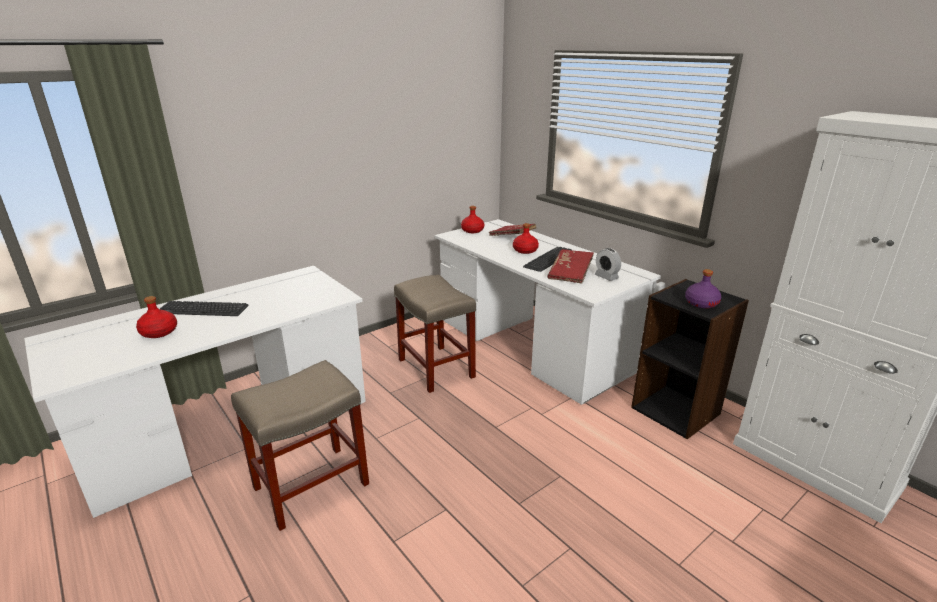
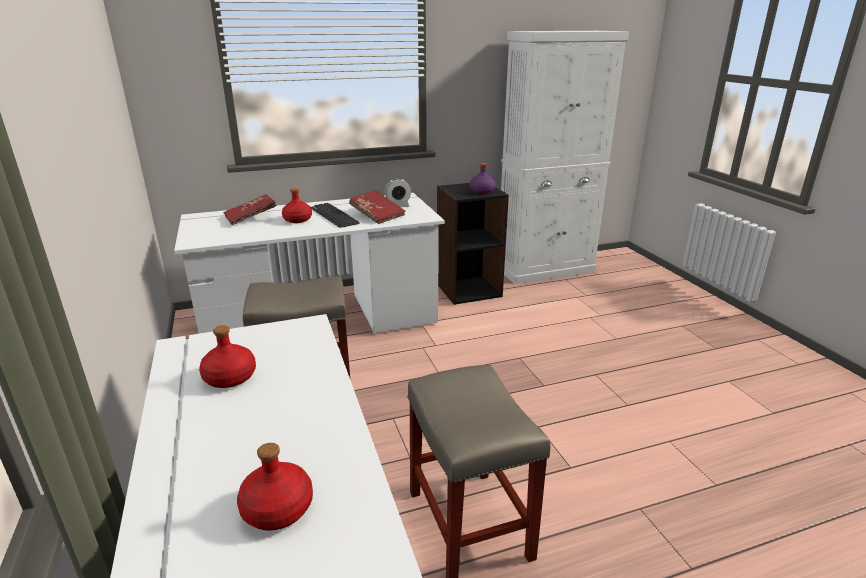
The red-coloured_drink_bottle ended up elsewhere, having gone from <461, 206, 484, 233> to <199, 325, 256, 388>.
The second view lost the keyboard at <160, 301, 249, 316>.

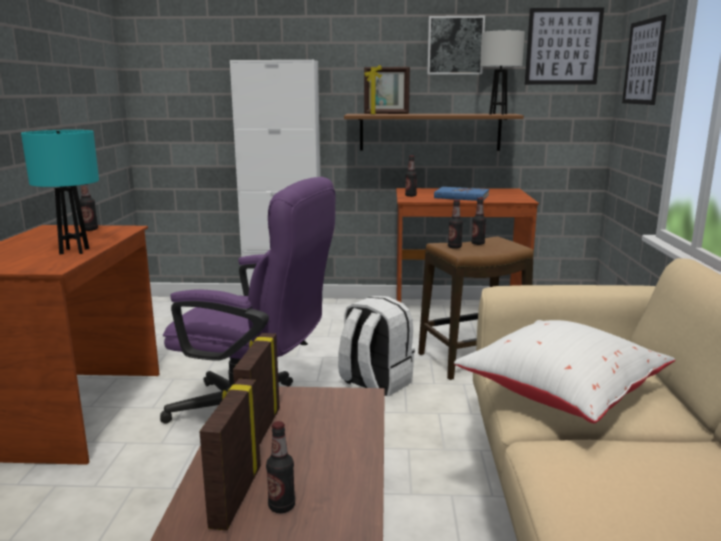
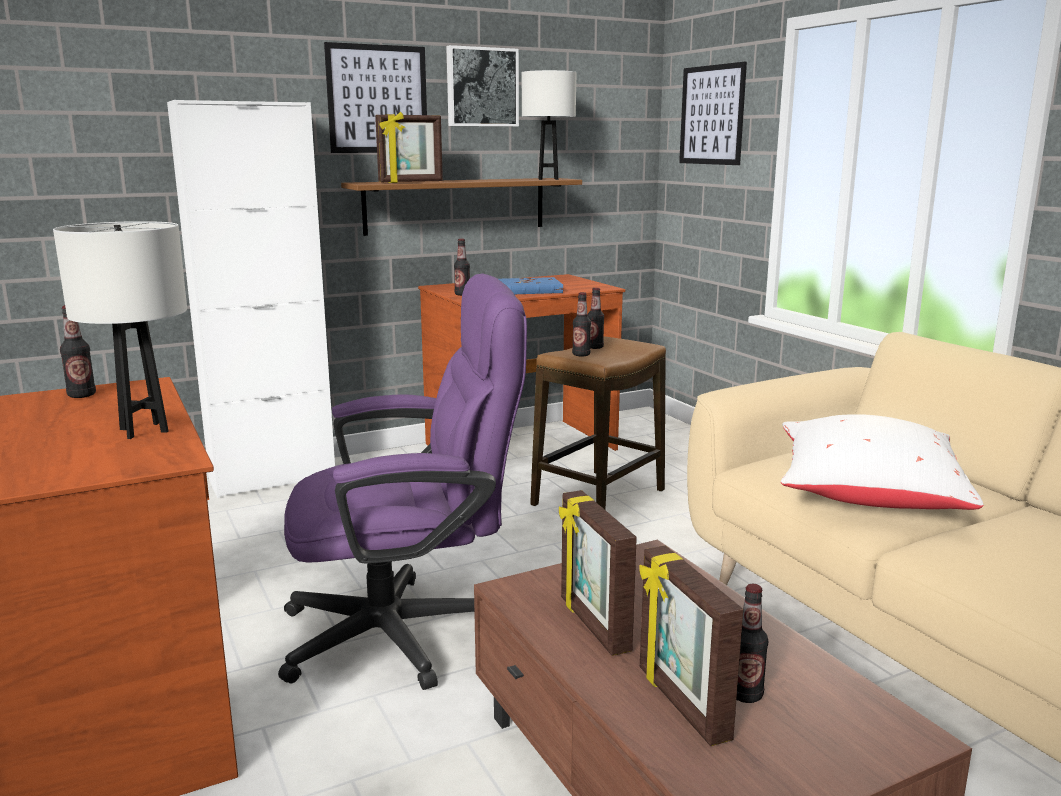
What was the turquoise_table_lamp at <21, 130, 99, 255> turned into the white-coloured_table_lamp at <53, 221, 187, 439>.
The wall_art ended up elsewhere, having gone from <525, 8, 604, 85> to <324, 42, 427, 153>.
The second view lost the white-coloured_knapsack at <338, 296, 415, 397>.

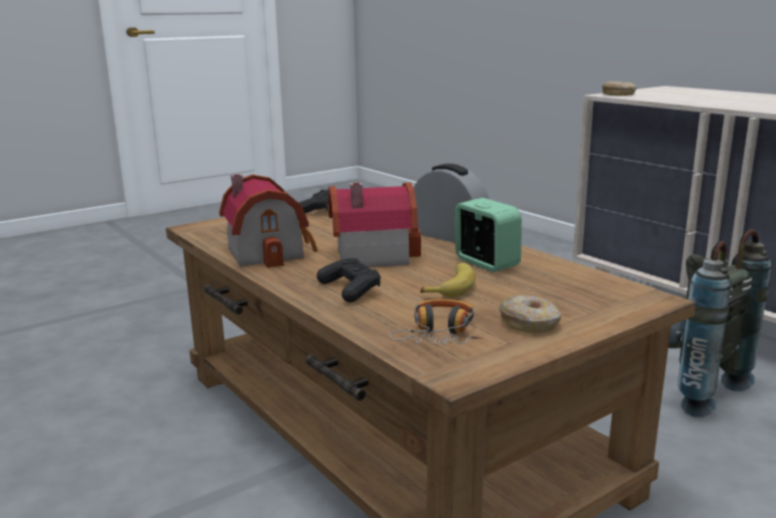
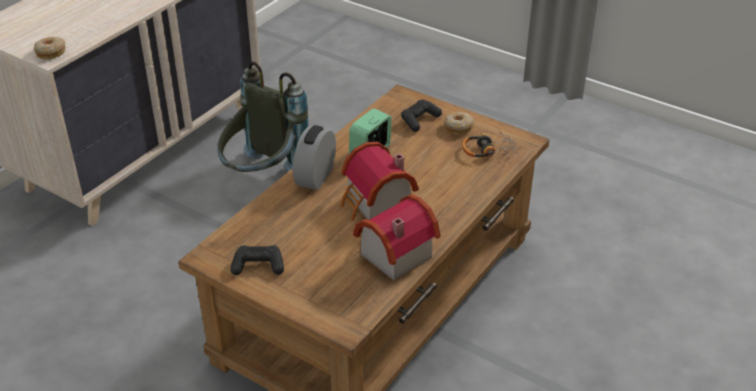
The black_game_controller ended up elsewhere, having gone from <317, 258, 381, 303> to <401, 99, 442, 132>.
The second view lost the whole_banana at <420, 263, 475, 297>.

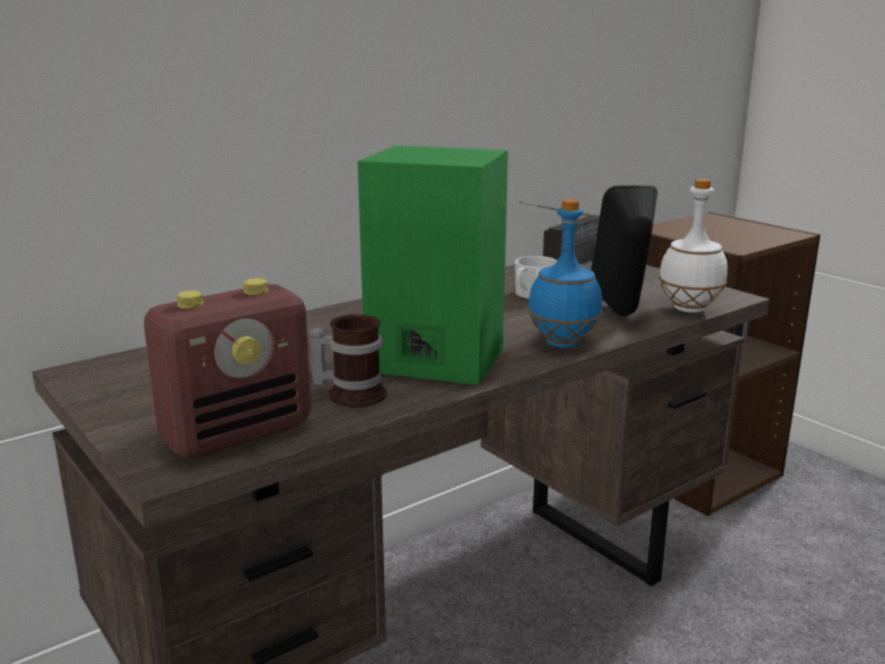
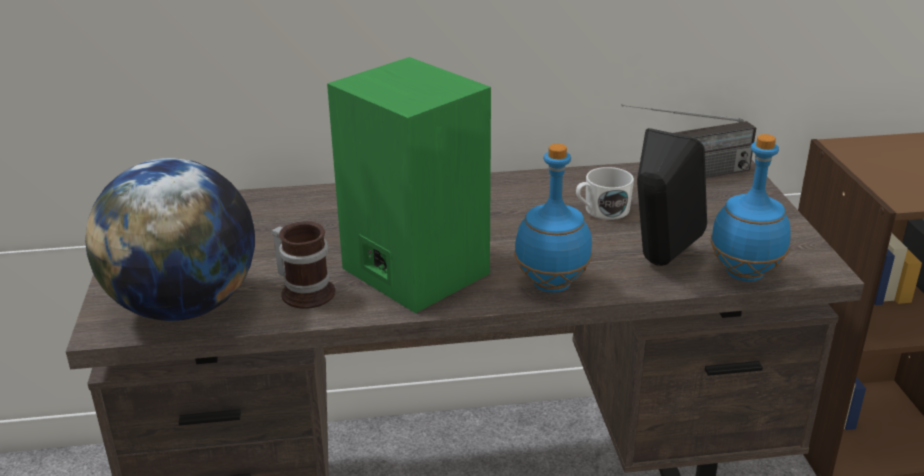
Where the radio stood at <144, 278, 311, 458>, the desk_globe came to stand at <85, 158, 255, 321>.
What was the white-coloured_drink_bottle at <659, 179, 728, 313> turned into the blue_drink_bottle at <710, 134, 791, 282>.

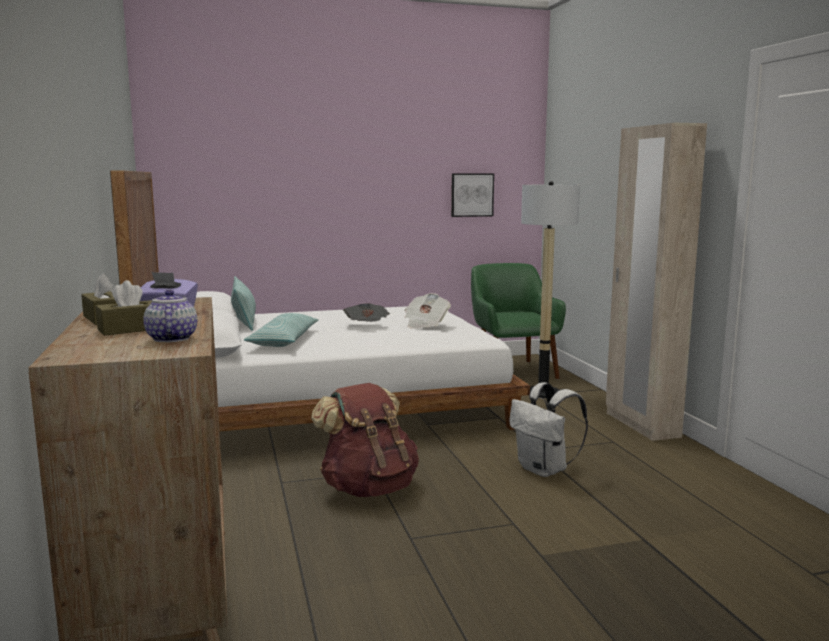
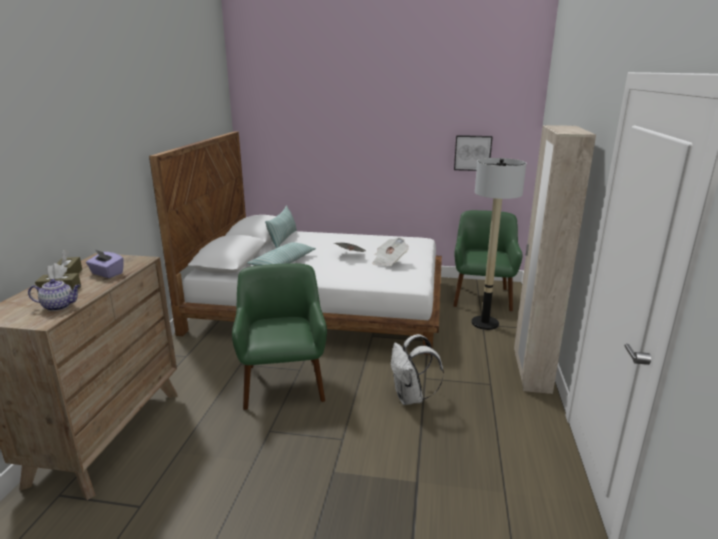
The tea_pot at <143, 290, 197, 342> ended up facing another way, 75 degrees clockwise from before.
Where the brown-coloured_knapsack stood at <311, 383, 419, 497>, the green-coloured_easy_chair came to stand at <232, 263, 327, 410>.

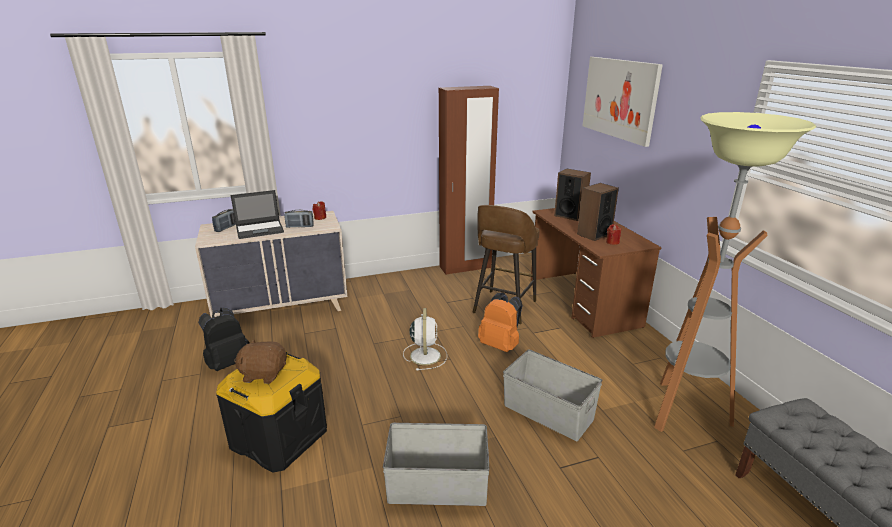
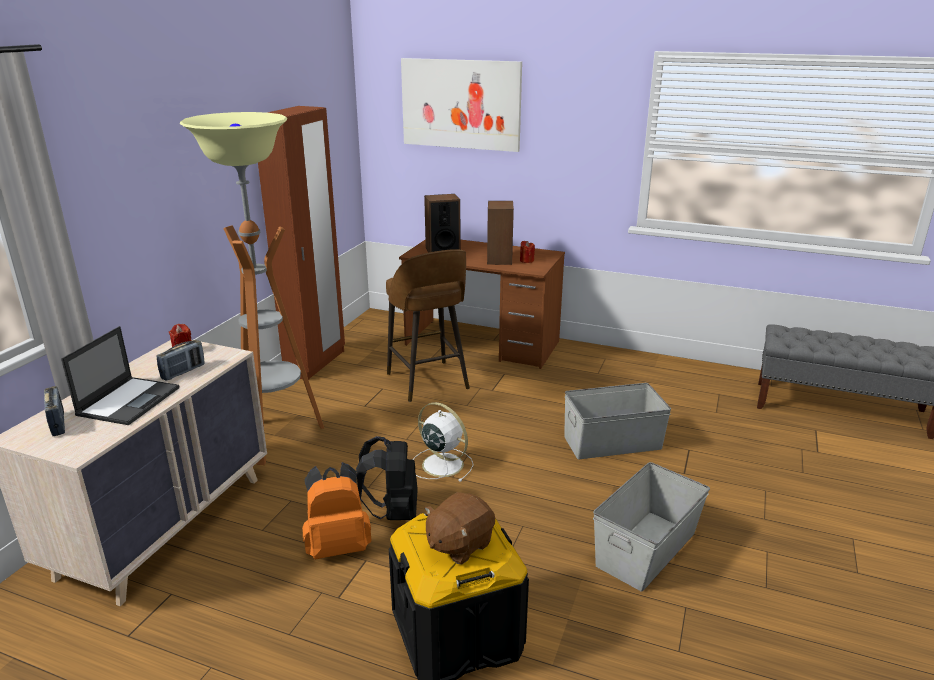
The standard_lamp ended up elsewhere, having gone from <654, 112, 816, 432> to <180, 112, 324, 465>.
The orangey_knapsack ended up elsewhere, having gone from <478, 292, 522, 352> to <302, 462, 371, 559>.
The black_knapsack ended up elsewhere, having gone from <198, 307, 249, 371> to <356, 436, 418, 520>.

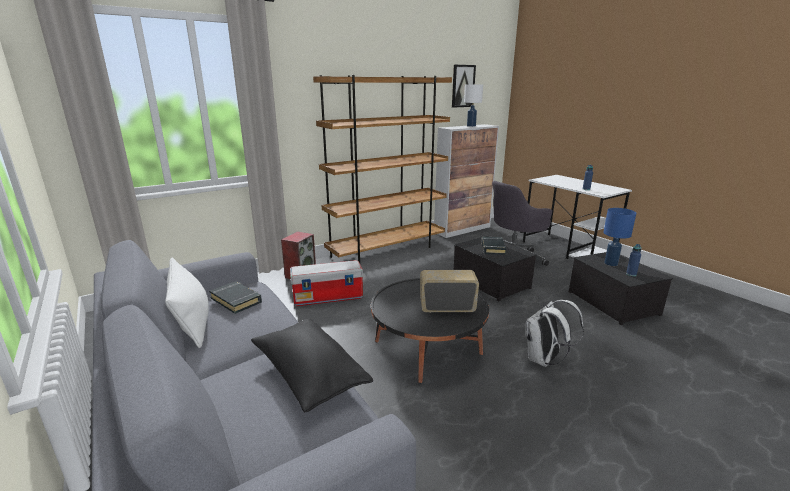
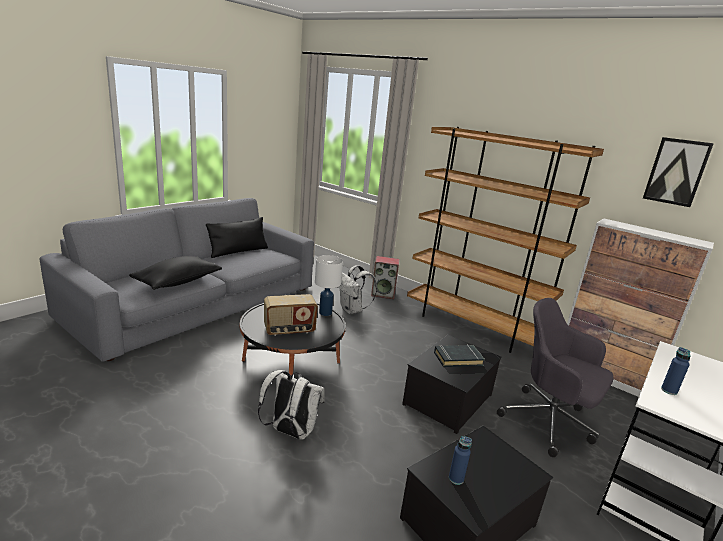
What was the white-coloured_pillow at <165, 258, 209, 348> turned into the black_pillow at <206, 217, 268, 258>.
The radio at <420, 270, 479, 313> ended up facing another way, 90 degrees clockwise from before.
The white-coloured_table_lamp ended up elsewhere, having gone from <464, 84, 483, 127> to <315, 255, 343, 316>.
Where the storage_container stood at <290, 260, 363, 306>, the white-coloured_knapsack came to stand at <338, 265, 377, 314>.
The second view lost the black_book at <209, 281, 262, 314>.
The second view lost the blue_table_lamp at <603, 208, 636, 266>.

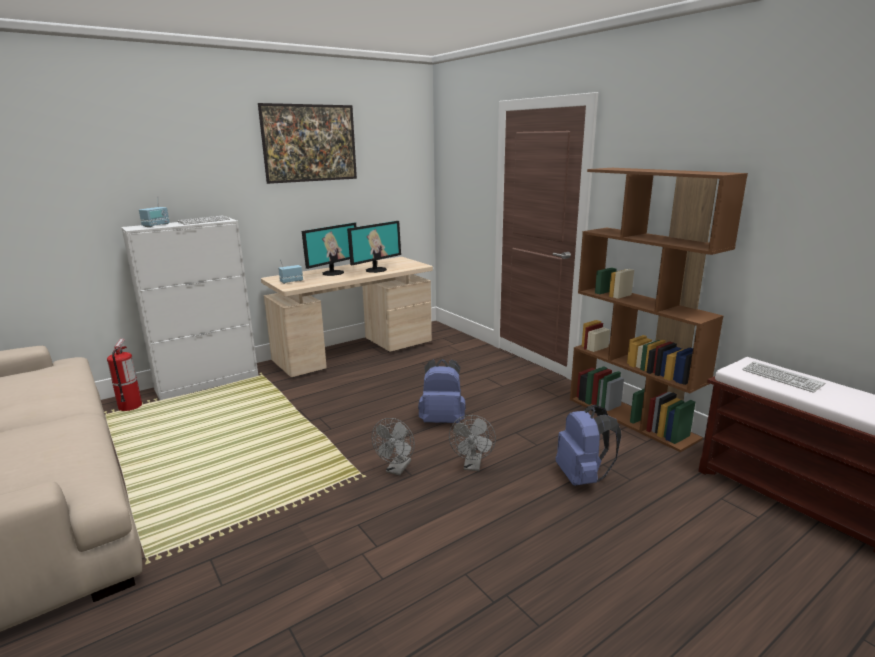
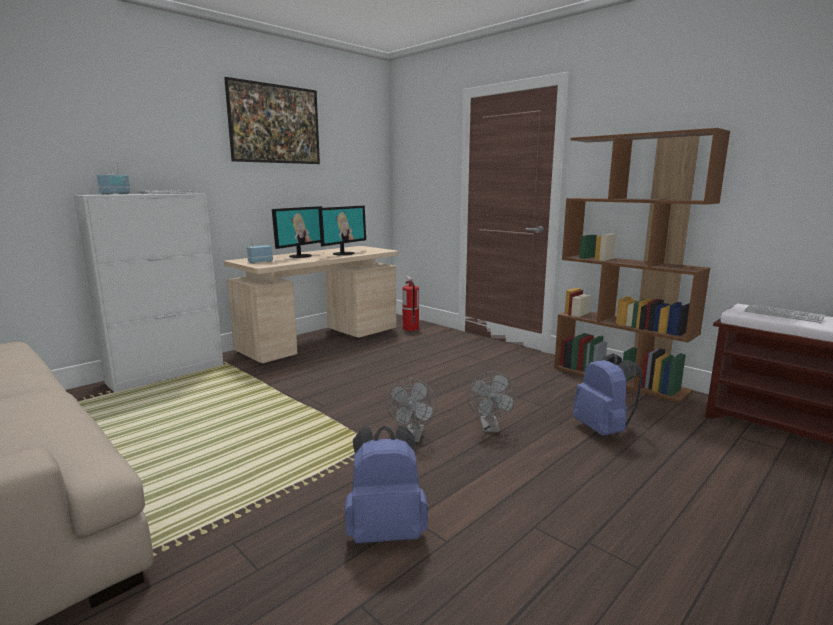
The blue_knapsack ended up elsewhere, having gone from <418, 359, 466, 423> to <344, 425, 428, 544>.
The fire_extinguisher ended up elsewhere, having gone from <107, 339, 142, 411> to <402, 276, 419, 331>.

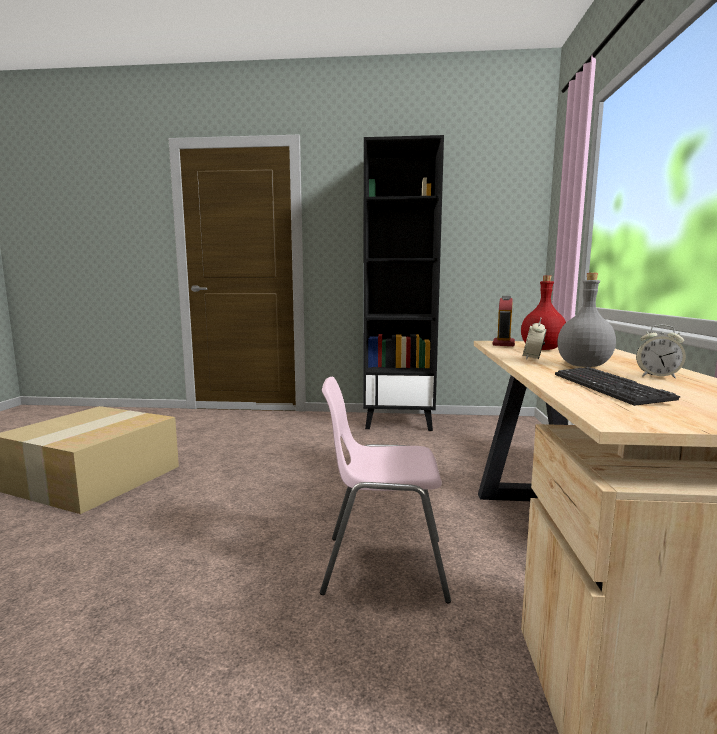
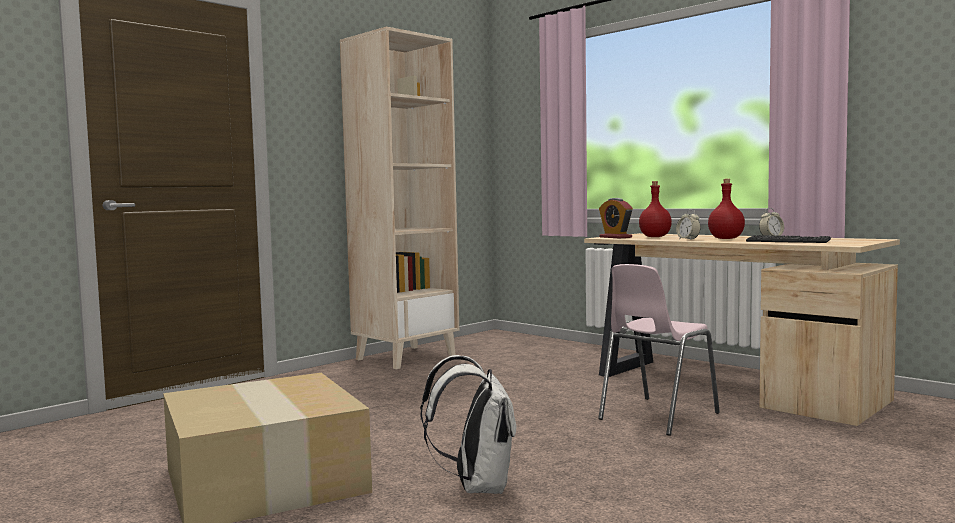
What was the black_bookcase at <363, 135, 444, 431> turned into the sand-coloured_bookcase at <340, 27, 459, 369>.
The second view gained the white-coloured_knapsack at <420, 355, 516, 494>.
What was the gray_drink_bottle at <557, 273, 616, 367> turned into the red-coloured_drink_bottle at <708, 179, 745, 239>.

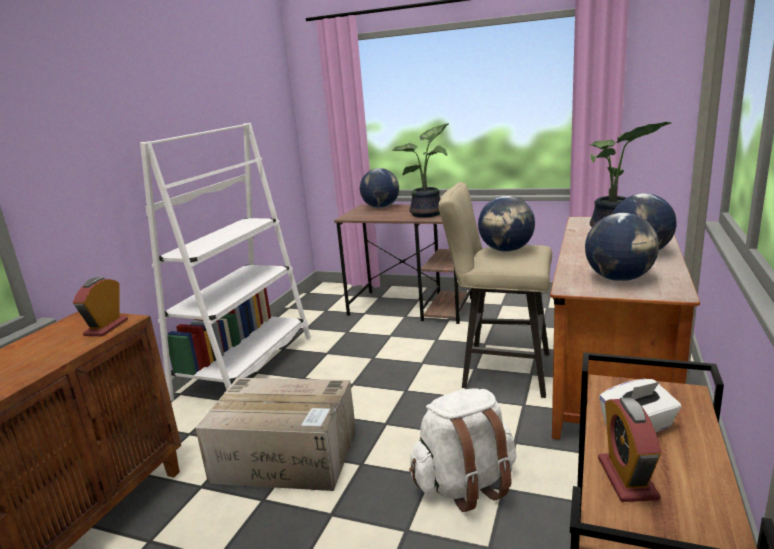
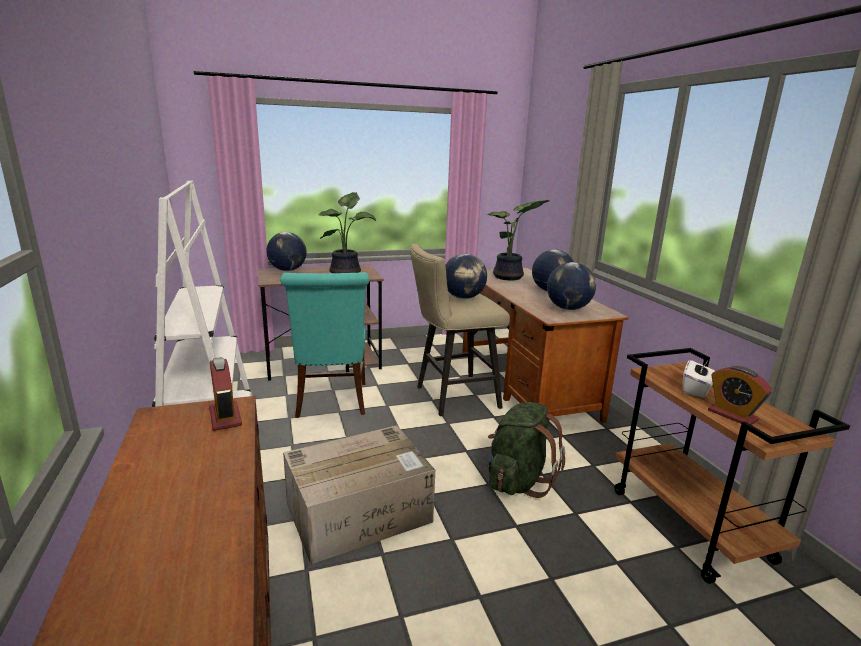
The second view gained the turquoise_upright_chair at <280, 272, 369, 418>.
What was the white-coloured_knapsack at <409, 389, 516, 512> turned into the green-coloured_knapsack at <488, 402, 565, 498>.

